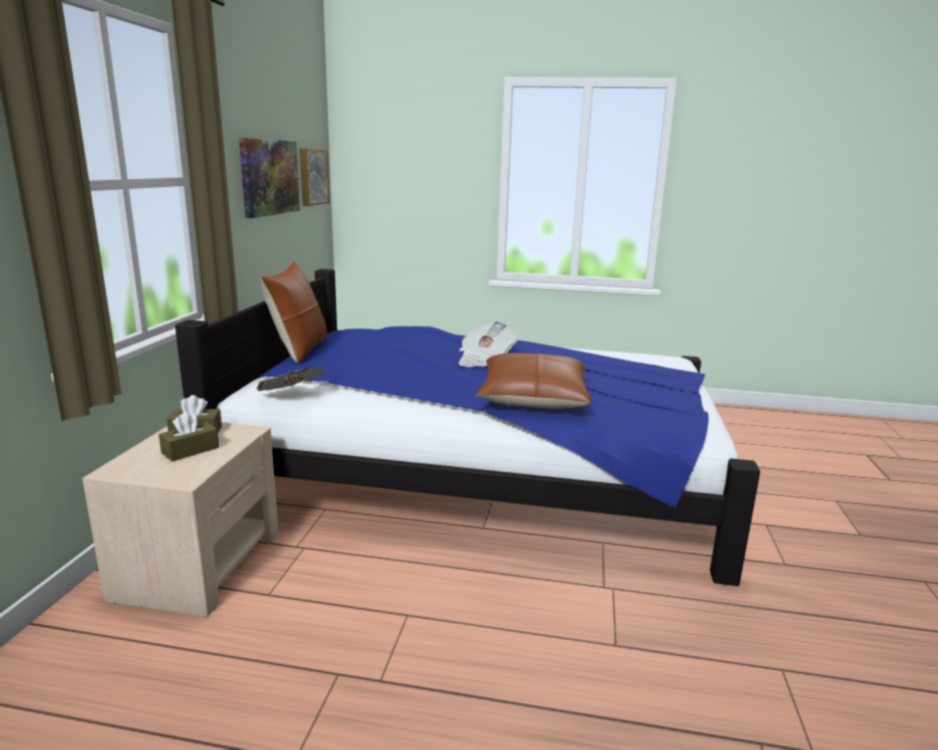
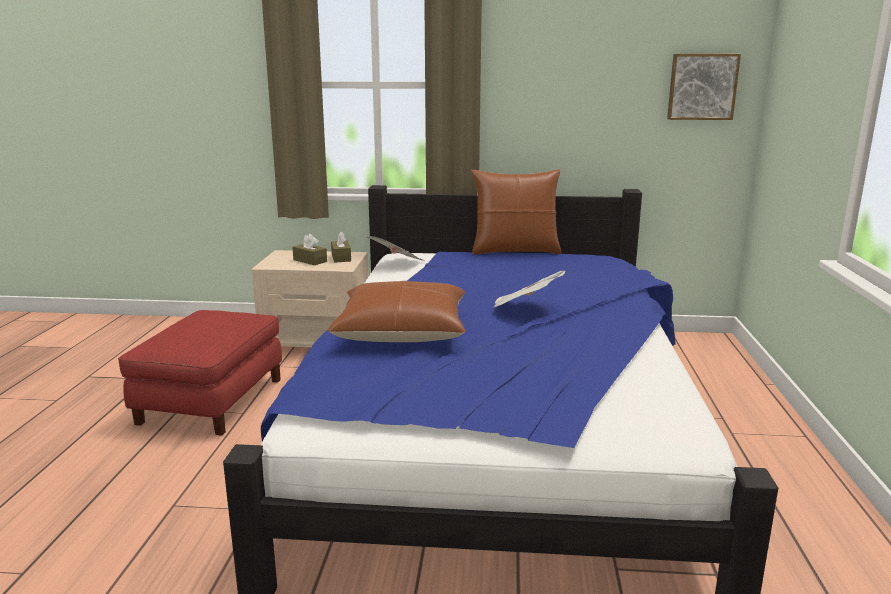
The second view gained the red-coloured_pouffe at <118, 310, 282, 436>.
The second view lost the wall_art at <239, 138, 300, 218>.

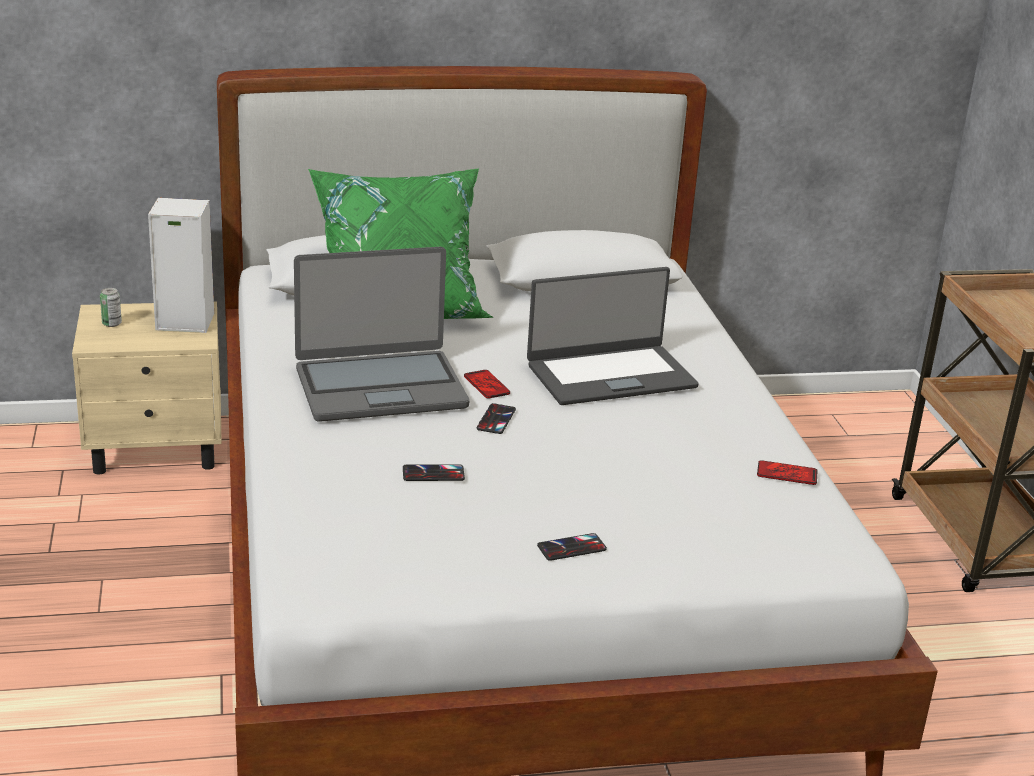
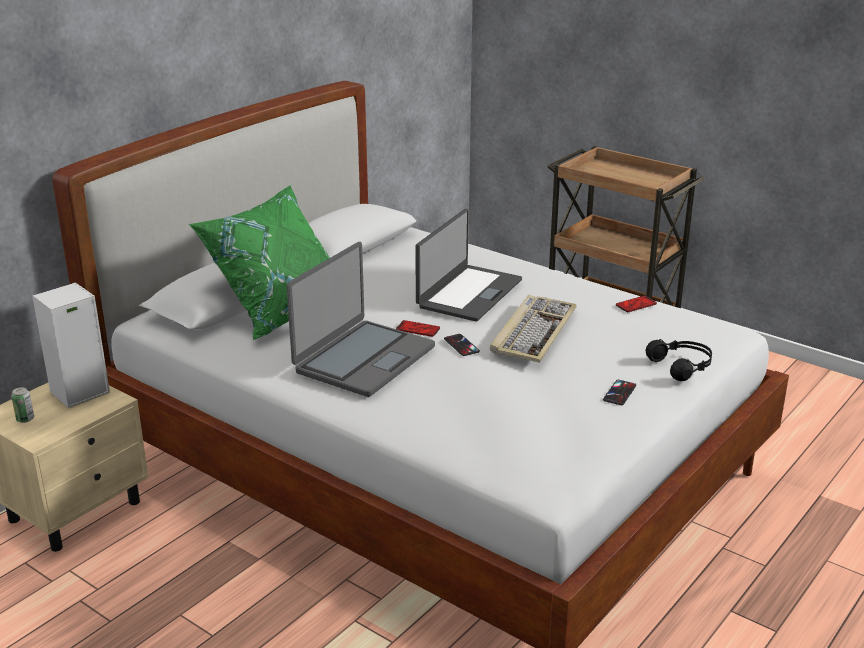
The second view gained the keyboard at <490, 295, 577, 362>.
The second view gained the black_headset at <646, 339, 712, 381>.
The second view lost the phone at <403, 464, 465, 481>.

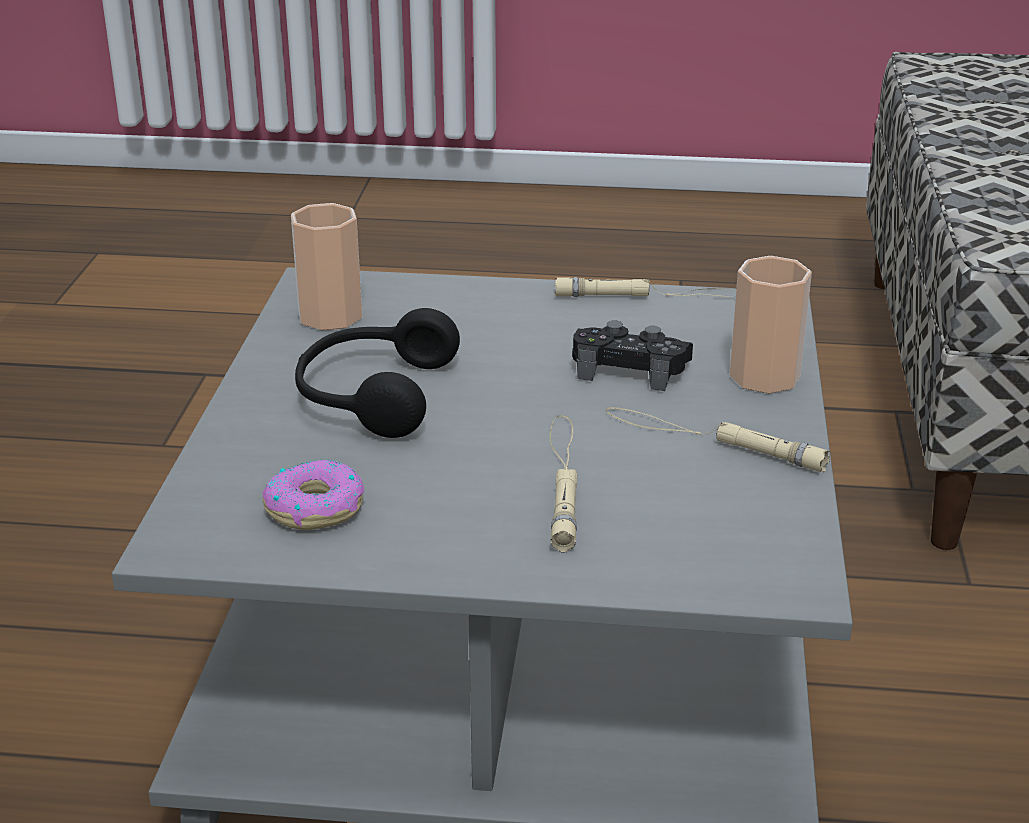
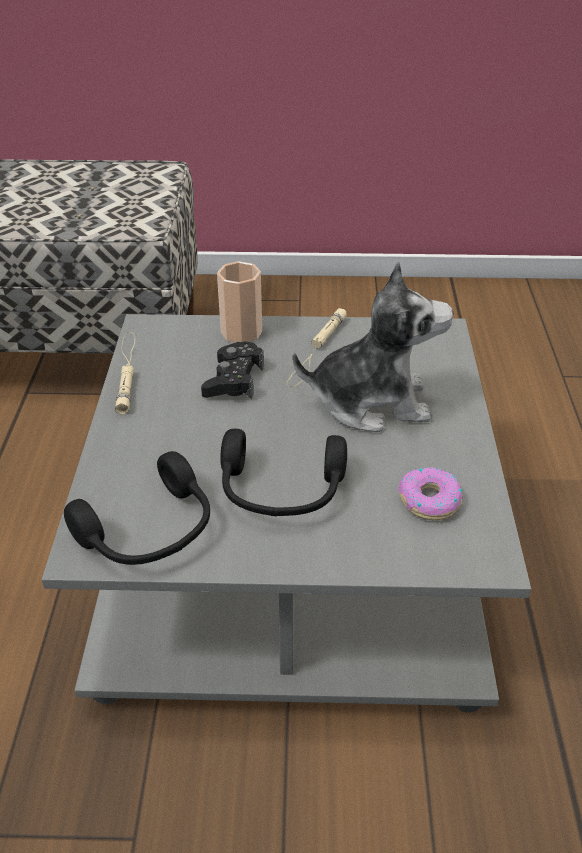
Where the drinking_cup stood at <291, 203, 362, 330>, the black_headset came to stand at <64, 451, 210, 565>.
Where the sand-coloured_hand_torch stood at <550, 415, 577, 552>, the soft_toy came to stand at <292, 262, 453, 432>.

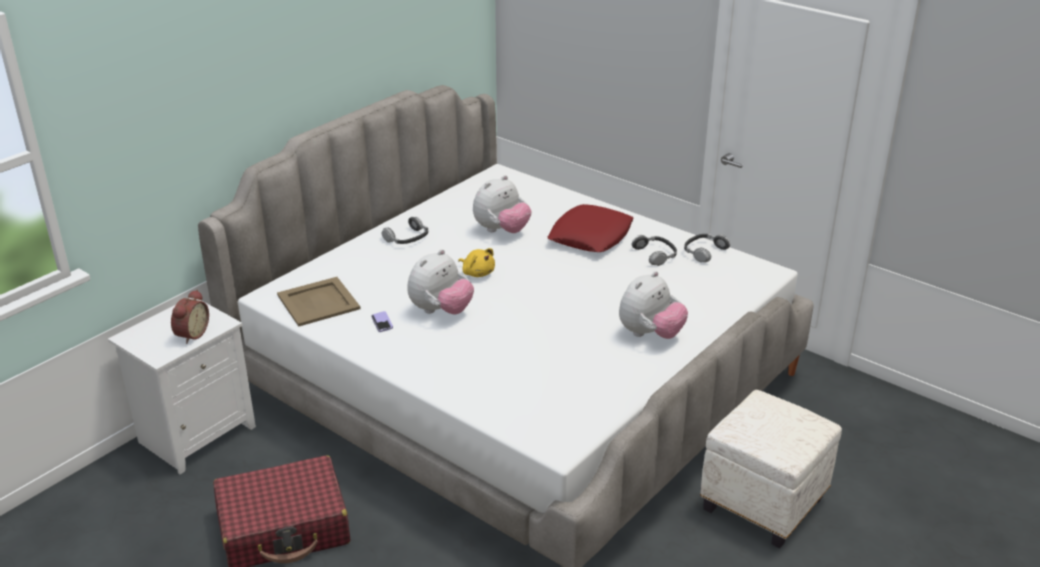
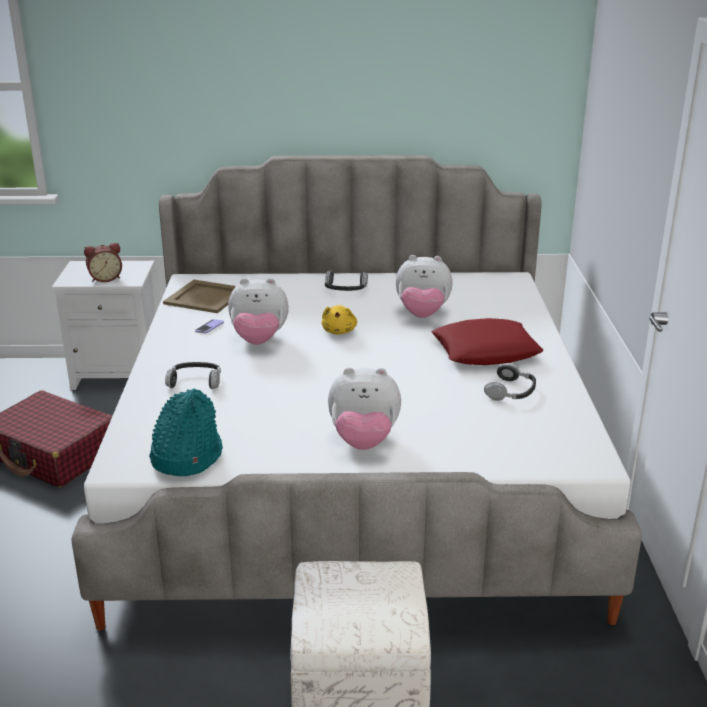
The second view gained the turquoise_hat at <149, 388, 223, 476>.
The headset ended up elsewhere, having gone from <684, 234, 730, 263> to <165, 362, 221, 389>.

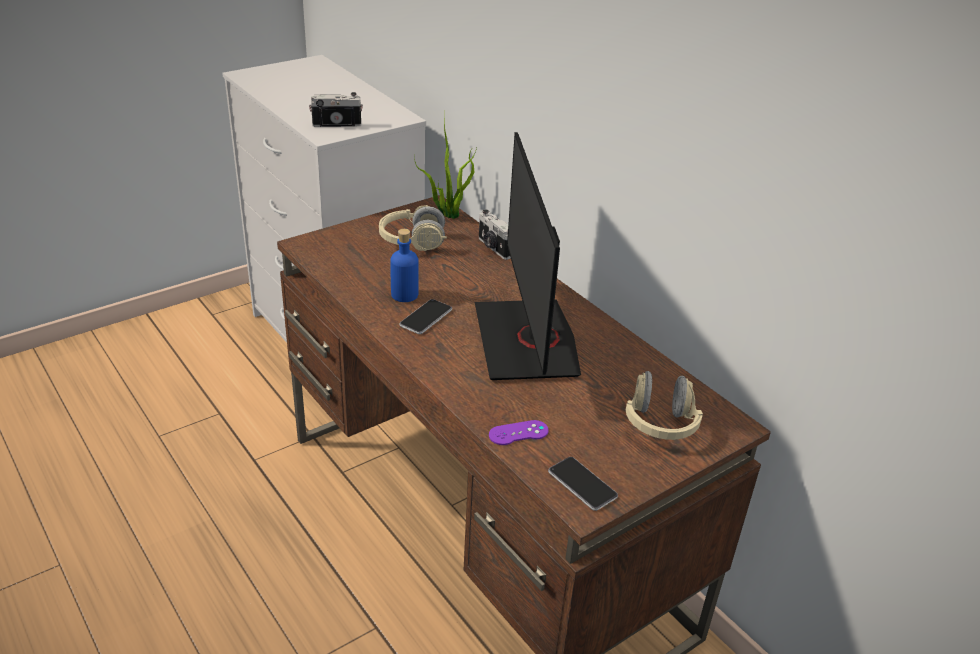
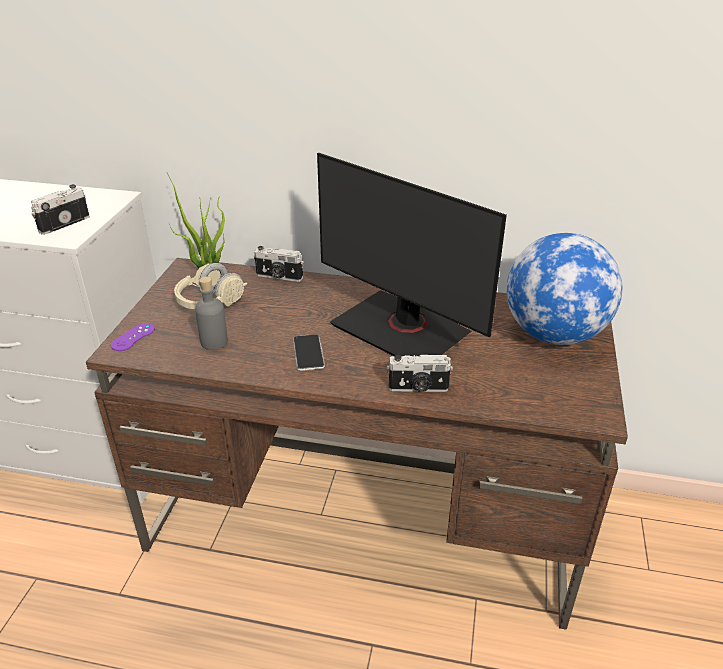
The purplish_game_controller ended up elsewhere, having gone from <489, 420, 549, 445> to <111, 323, 155, 351>.
The second view gained the gray_drink_bottle at <195, 277, 228, 350>.
The second view gained the still_camera at <387, 354, 453, 392>.
Where the sand-coloured_headset stood at <626, 371, 703, 440>, the desk_globe came to stand at <507, 233, 622, 345>.
The second view lost the blue_drink_bottle at <390, 229, 419, 302>.
The second view lost the phone at <548, 457, 618, 511>.

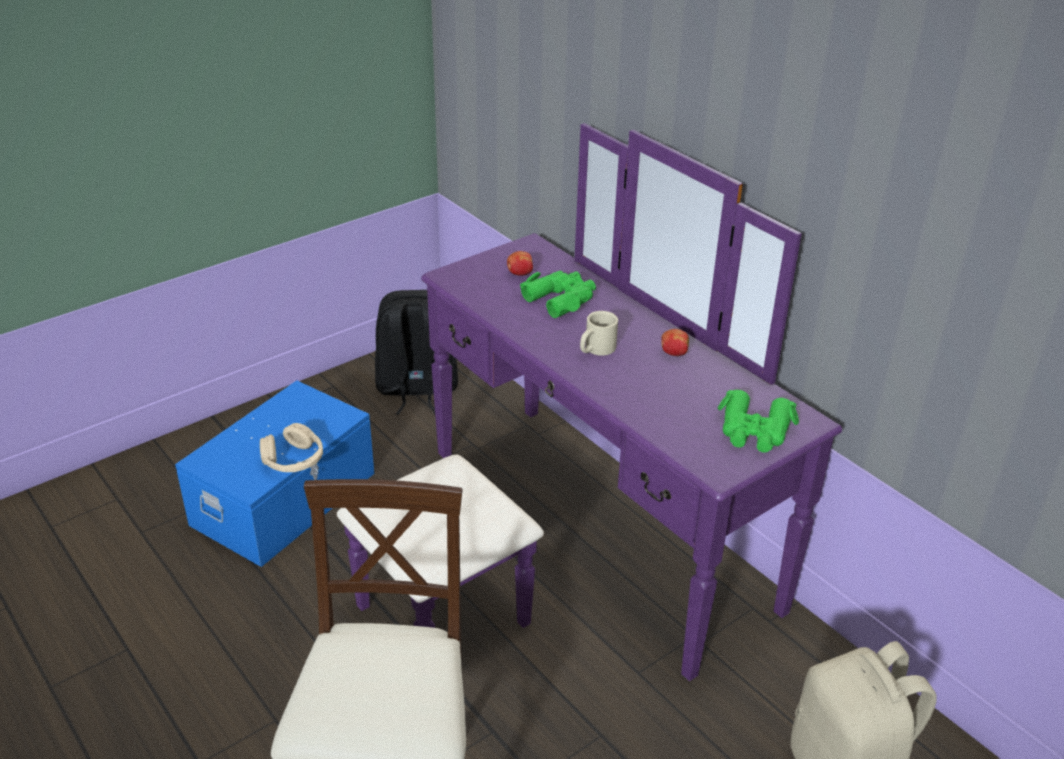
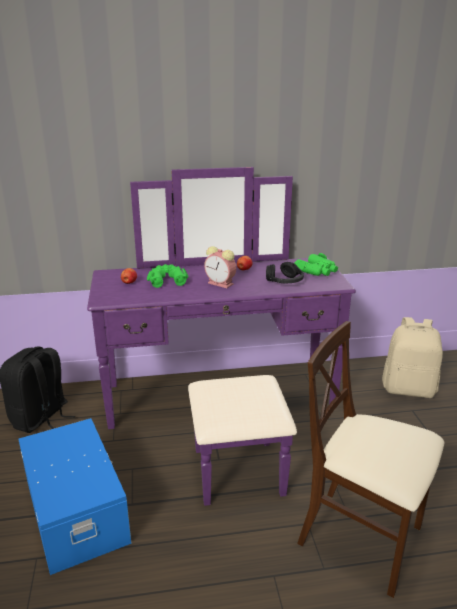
Where the sand-coloured_mug stood at <580, 311, 618, 356>, the table_clock came to stand at <204, 246, 236, 288>.
The second view gained the black_headset at <266, 262, 304, 283>.
The second view lost the sand-coloured_headset at <260, 423, 323, 472>.

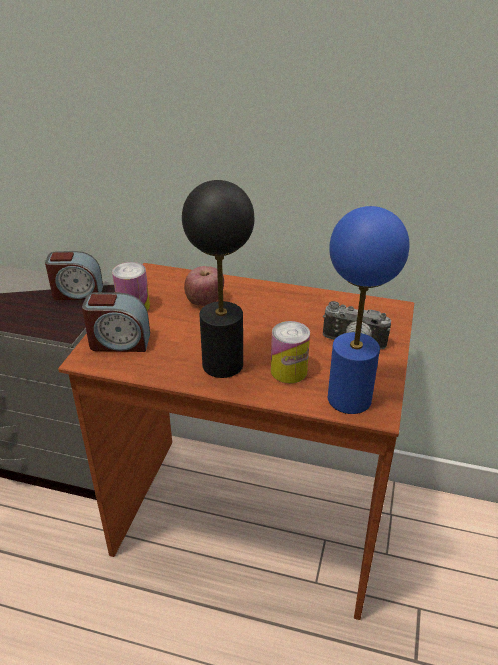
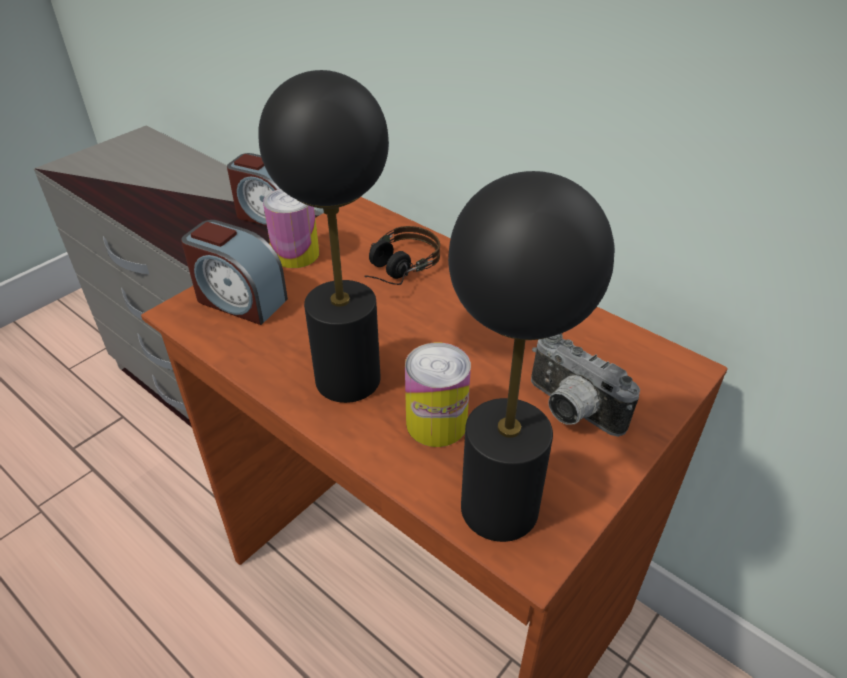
Where the apple stood at <184, 266, 224, 306>, the headset came to stand at <365, 226, 440, 285>.
What was the blue_table_lamp at <328, 206, 409, 414> turned into the black_table_lamp at <448, 171, 614, 542>.

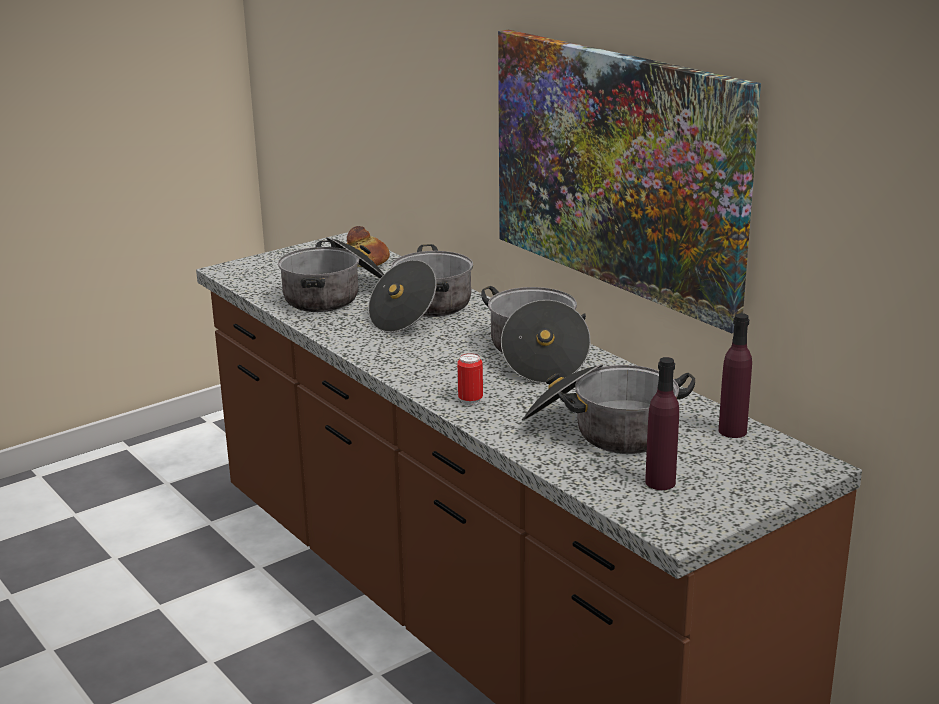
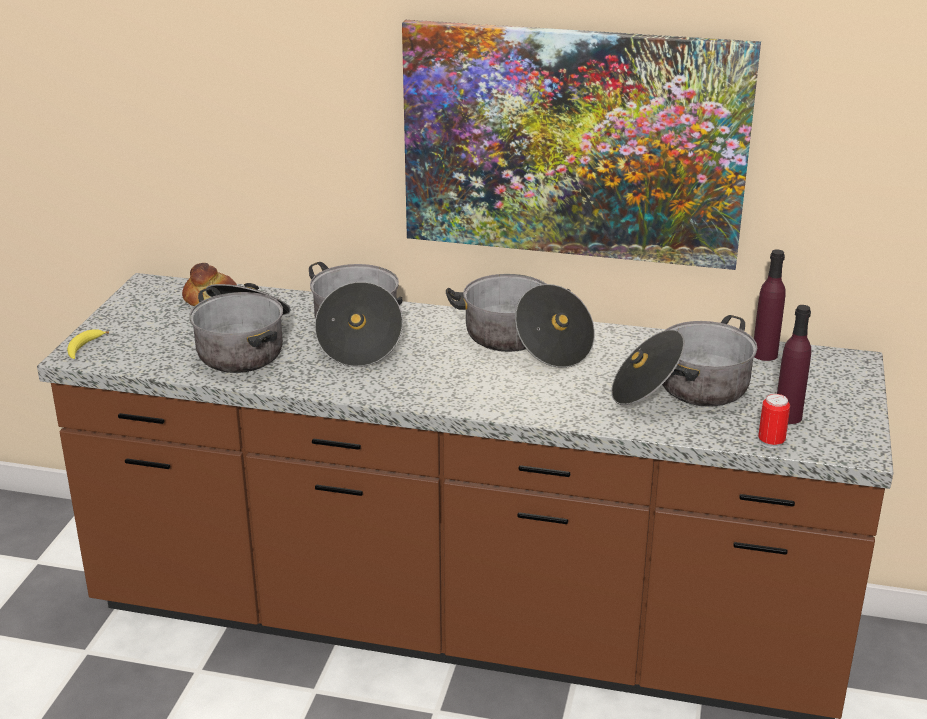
The second view gained the whole_banana at <67, 329, 109, 359>.
The sealed_can ended up elsewhere, having gone from <457, 353, 483, 405> to <758, 394, 790, 448>.

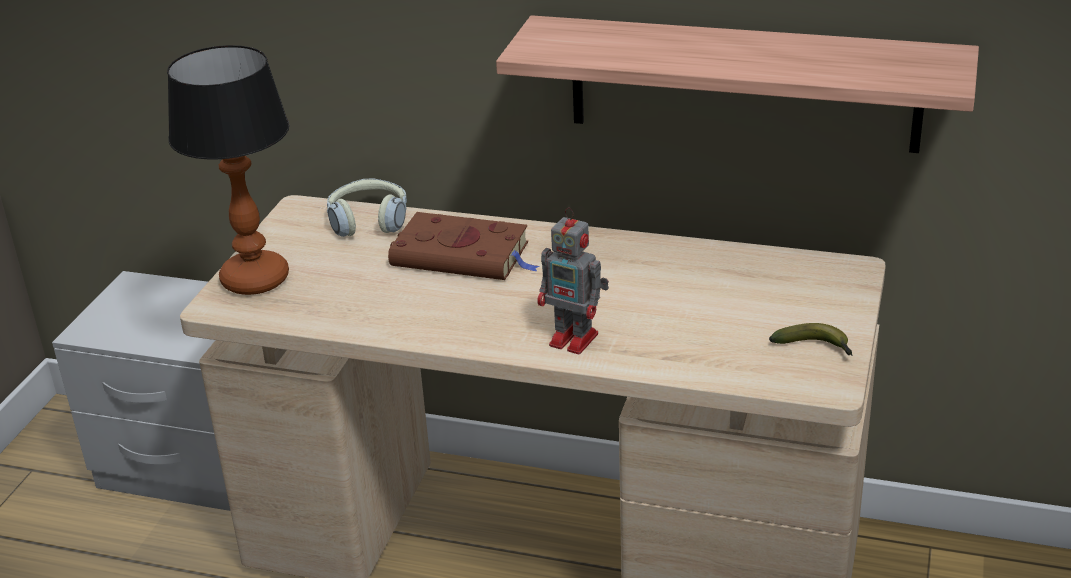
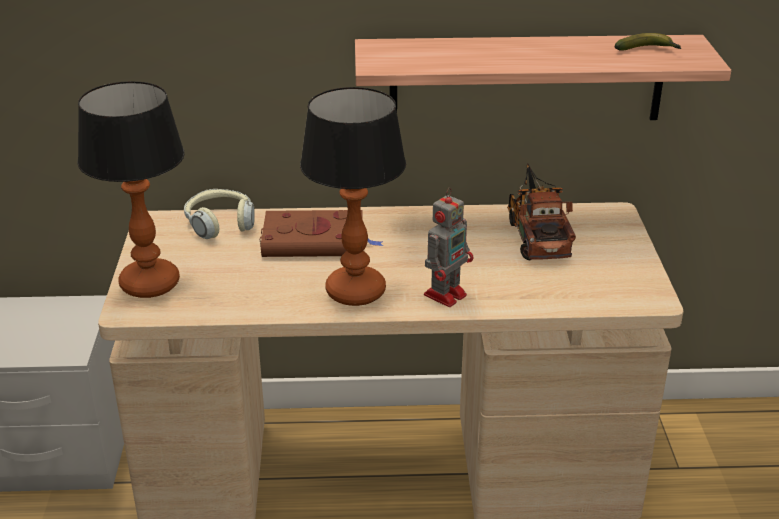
The second view gained the table_lamp at <300, 87, 406, 306>.
The model_robot at <537, 207, 609, 354> ended up facing another way, 60 degrees counterclockwise from before.
The second view gained the toy_truck at <507, 164, 576, 260>.
The whole_banana ended up elsewhere, having gone from <769, 323, 853, 356> to <614, 33, 681, 51>.

